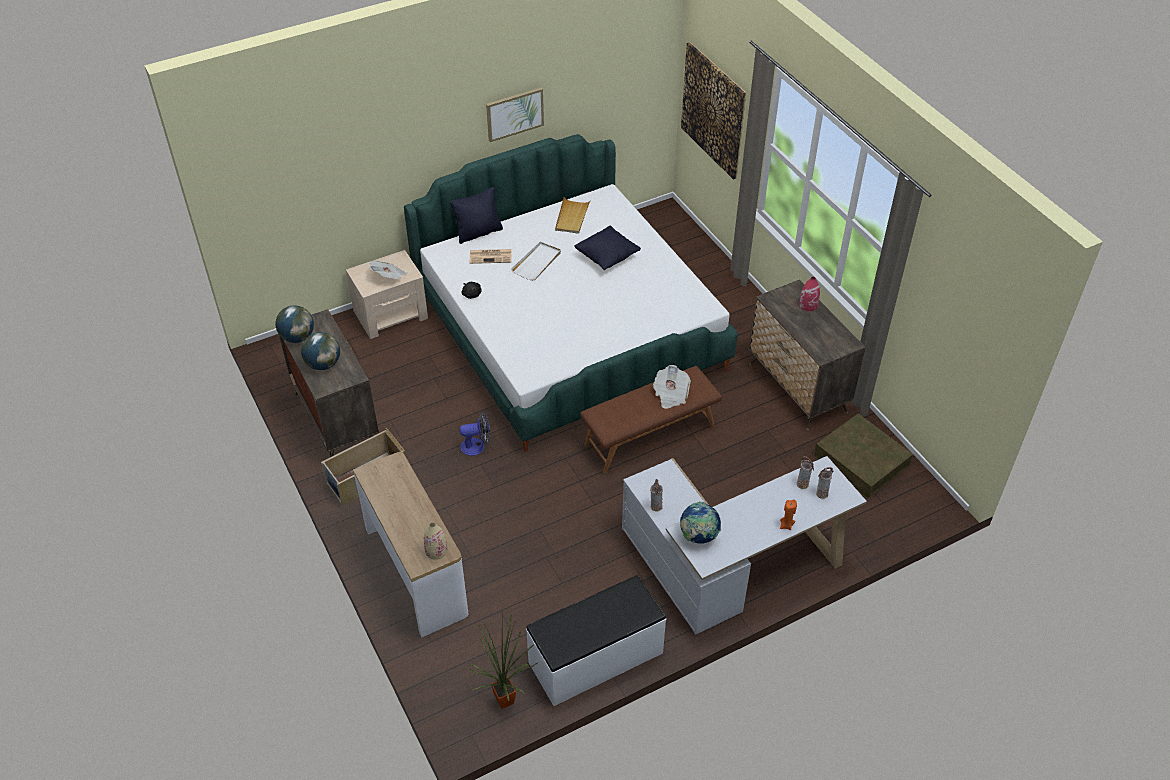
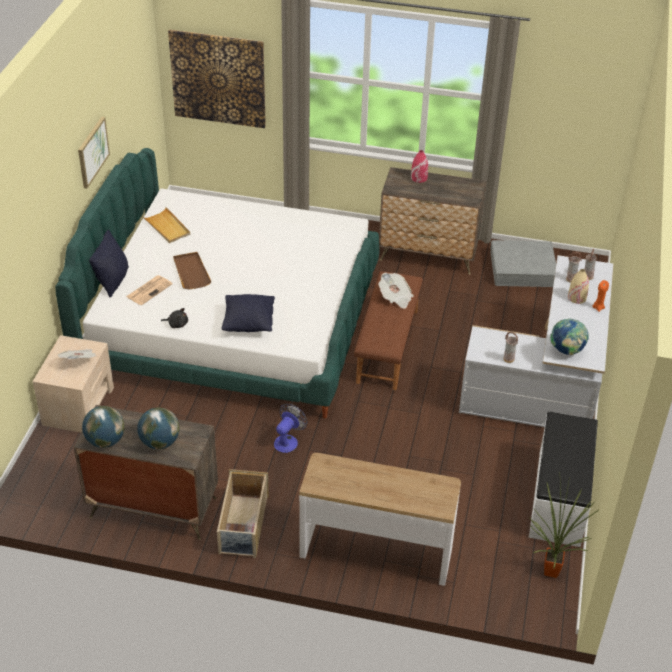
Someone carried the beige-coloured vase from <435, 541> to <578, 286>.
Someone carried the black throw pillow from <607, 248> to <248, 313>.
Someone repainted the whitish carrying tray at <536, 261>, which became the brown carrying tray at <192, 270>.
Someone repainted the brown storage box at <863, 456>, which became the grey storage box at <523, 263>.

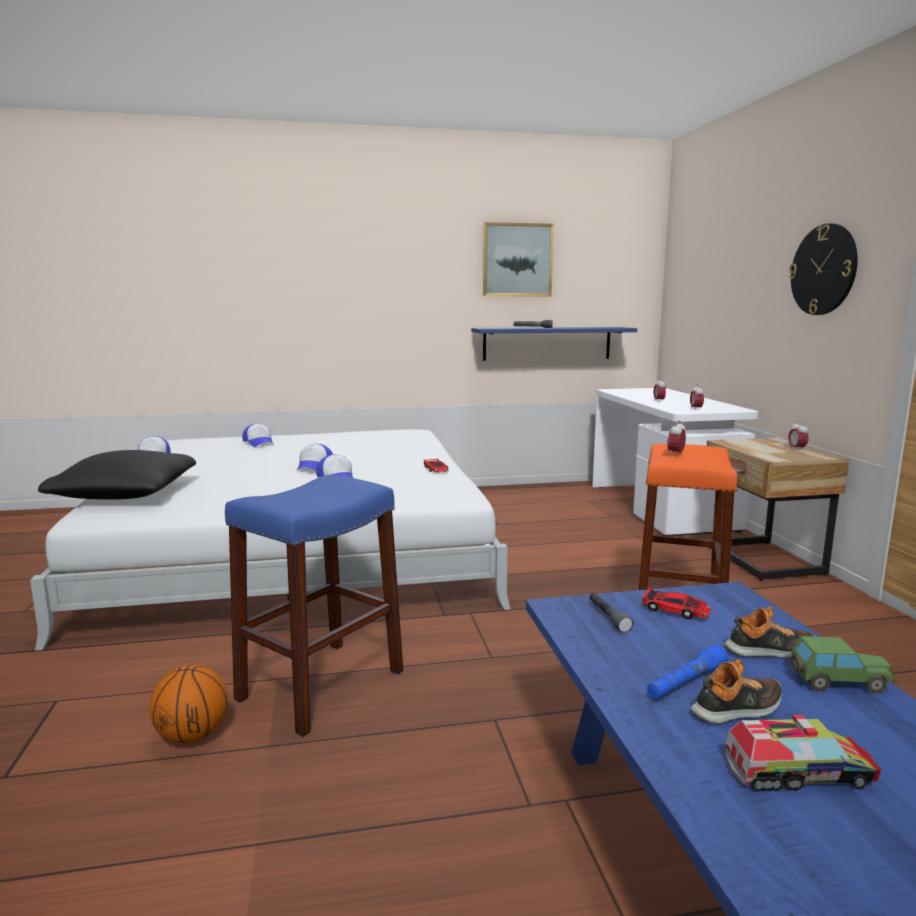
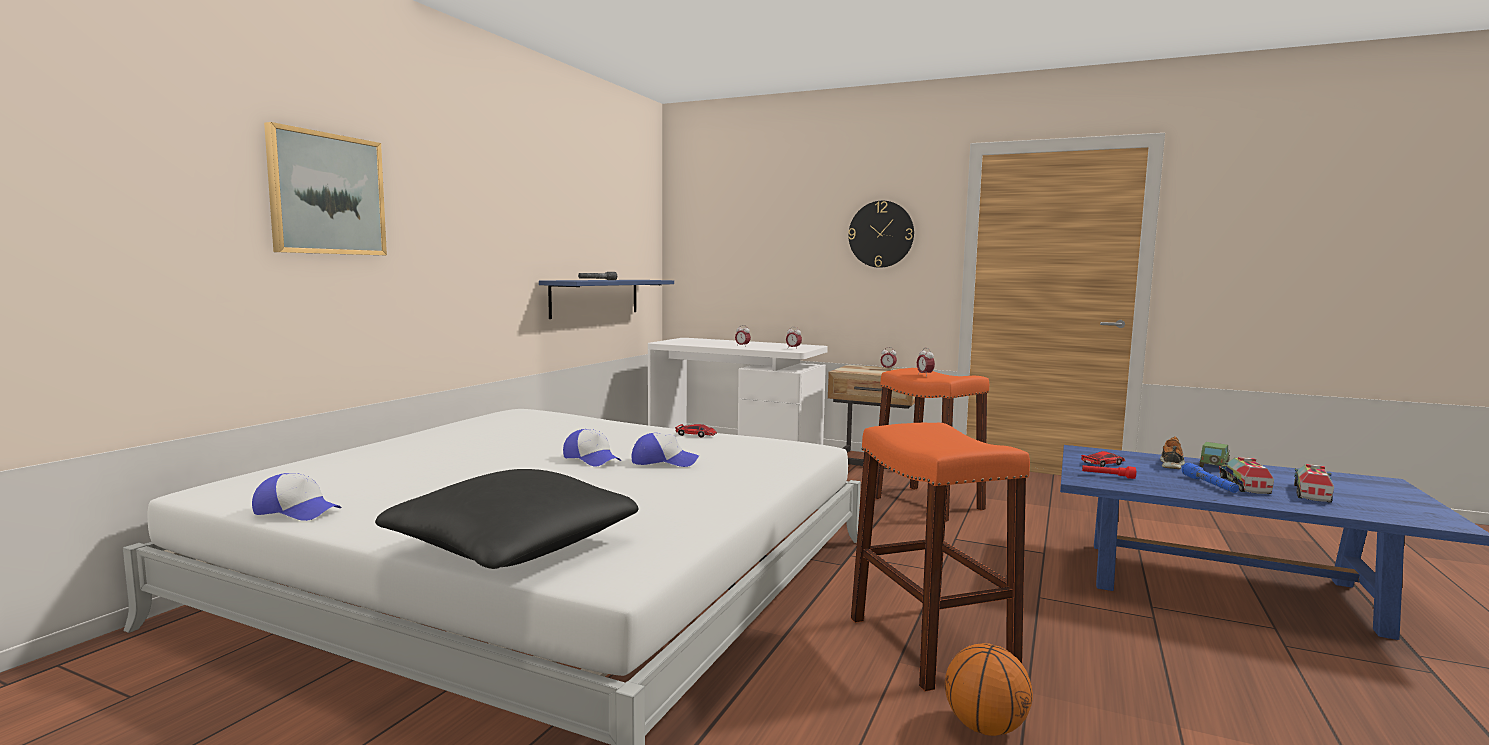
Someone took away the peaked cap at <257, 435>.
Someone carried the picture from <518, 259> to <325, 188>.
Someone swapped the low shoe at <736, 691> for the toy truck at <1246, 475>.
Someone repainted the blue stool at <314, 606>, which became the orange stool at <940, 557>.
Someone repainted the grey hand torch at <611, 613>, which became the reddish hand torch at <1109, 472>.

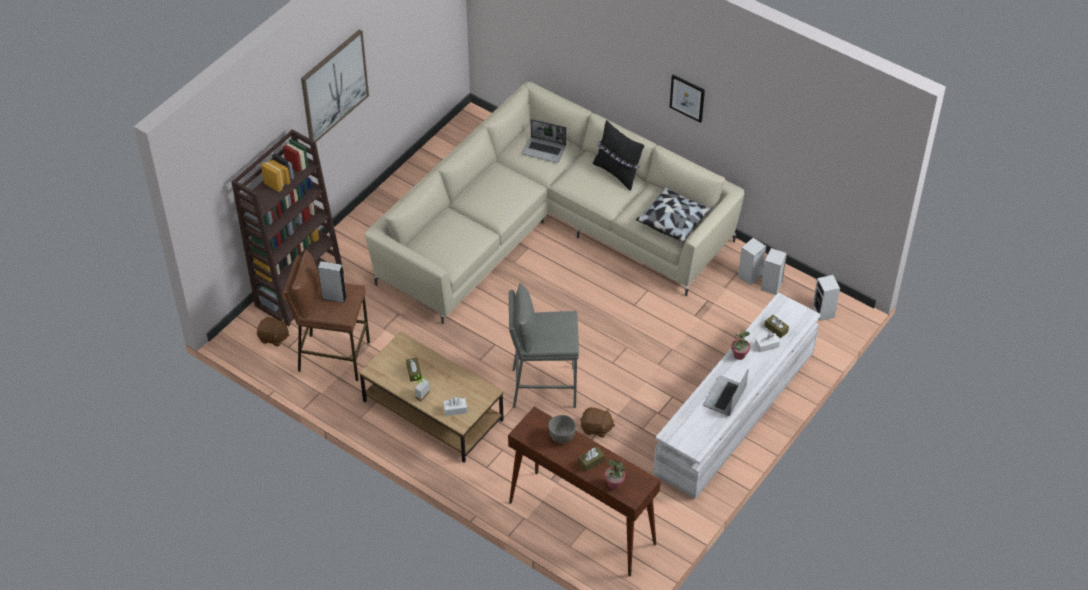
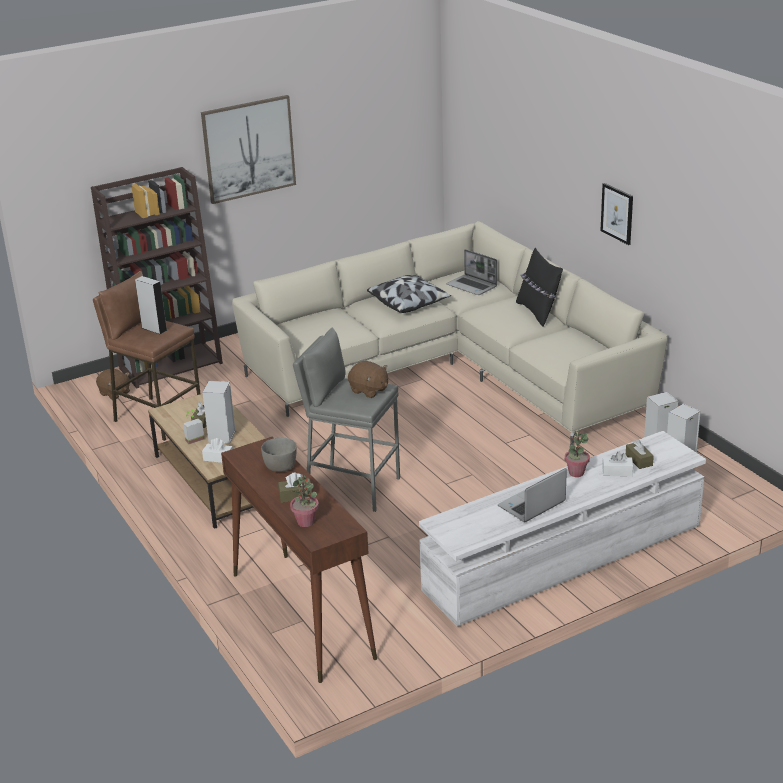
Someone carried the brown soft toy from <598, 422> to <368, 379>.
Someone carried the throw pillow from <674, 214> to <409, 294>.
Someone carried the speaker from <826, 298> to <218, 412>.

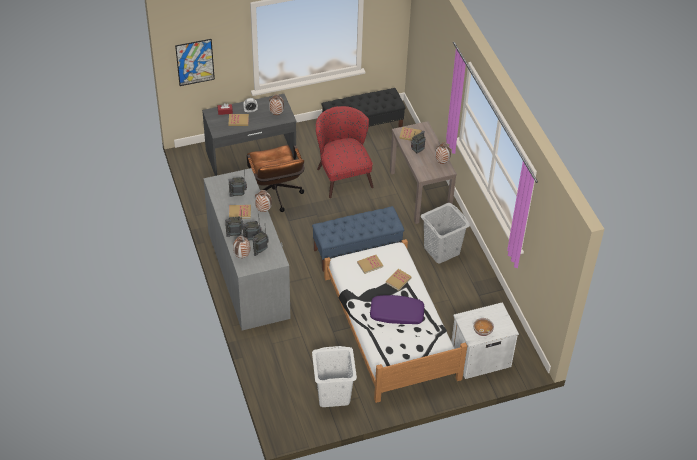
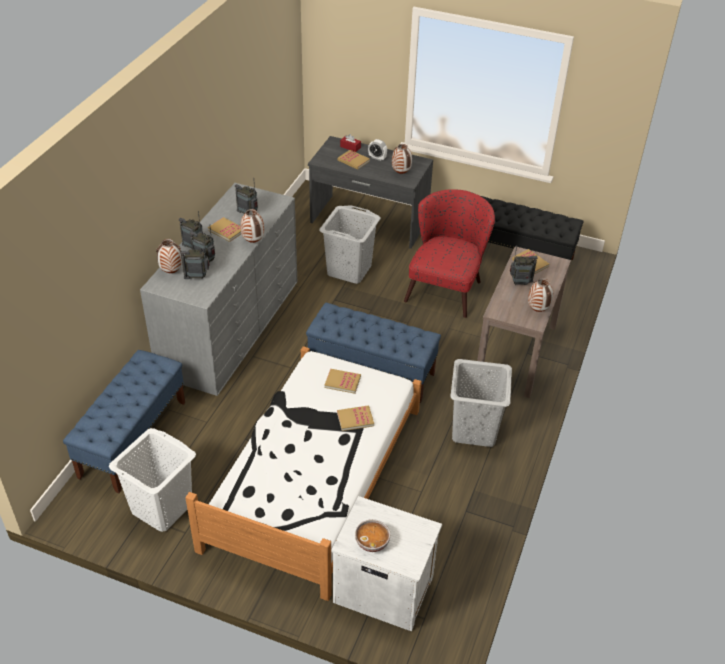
Someone took away the picture at <195, 62>.
Someone took away the purple throw pillow at <397, 309>.
Someone put down the blue indoor bench at <124, 421>.
Someone swapped the brown desk chair at <275, 178> for the grey washing basket at <350, 244>.

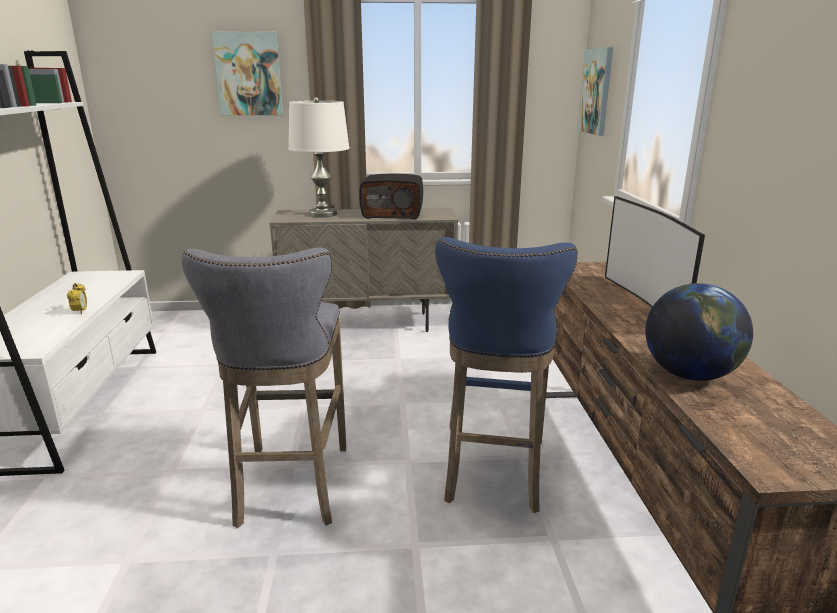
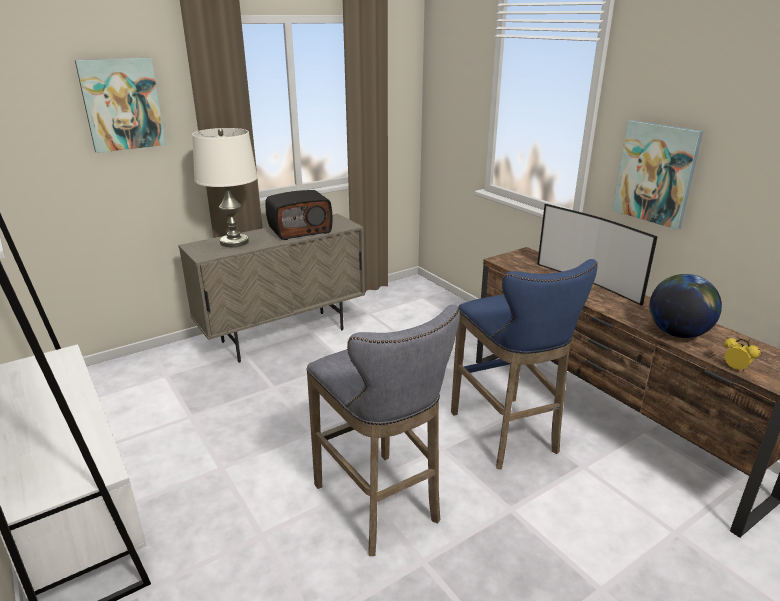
Someone carried the table clock from <77, 298> to <742, 354>.
Someone carried the picture from <595, 91> to <657, 175>.

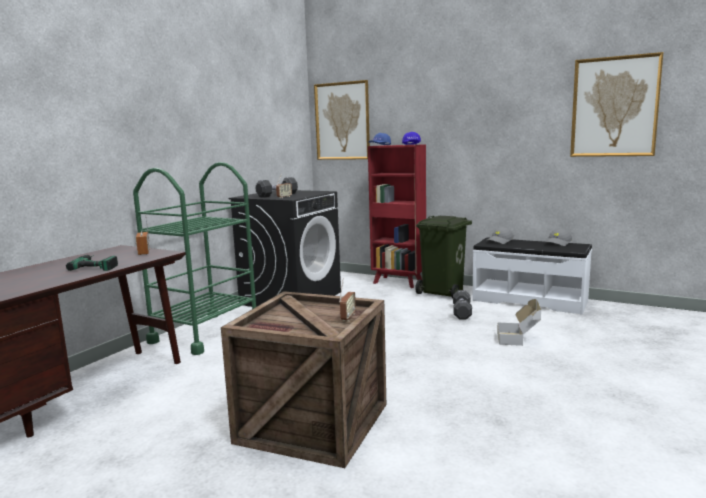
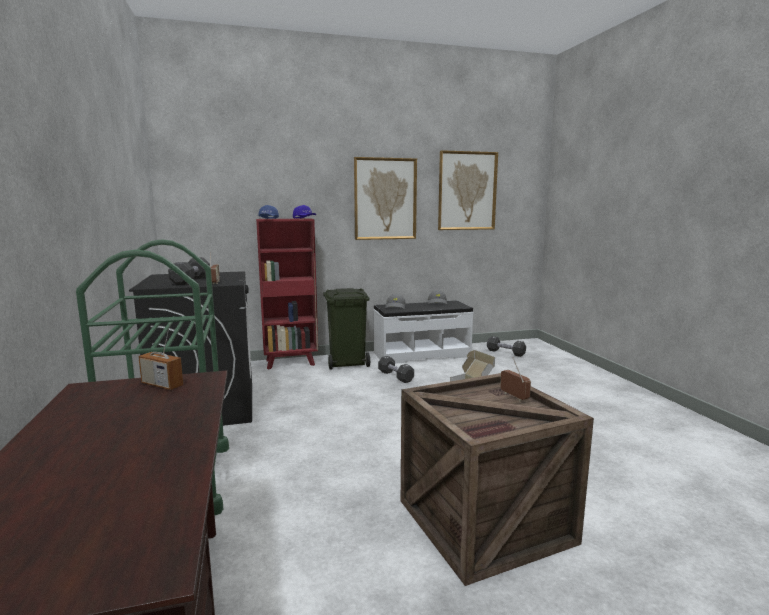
Someone took away the power drill at <92, 263>.
Someone put down the black hand weight at <506, 346>.
Someone carried the picture from <342, 120> to <385, 198>.

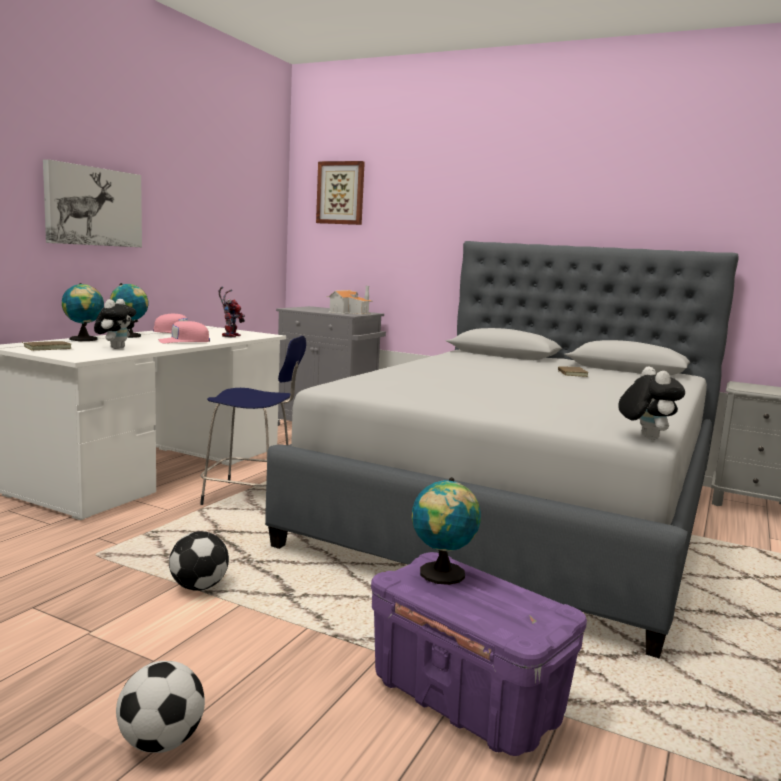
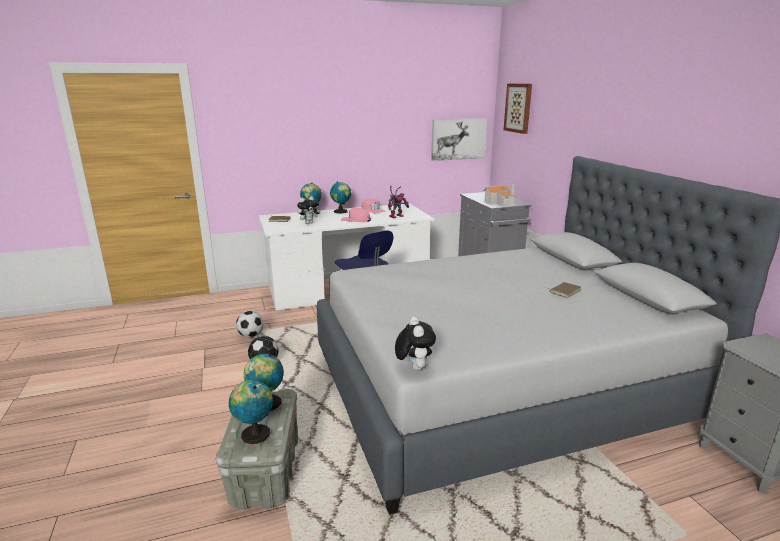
Someone put down the world globe at <251, 412>.
Someone carried the picture from <92, 203> to <459, 139>.
Someone carried the football from <160, 707> to <249, 324>.
Someone repainted the purple storage box at <479, 654>, which became the grey storage box at <257, 449>.
Someone rotated the soft toy at <651, 403> by 45 degrees counterclockwise.

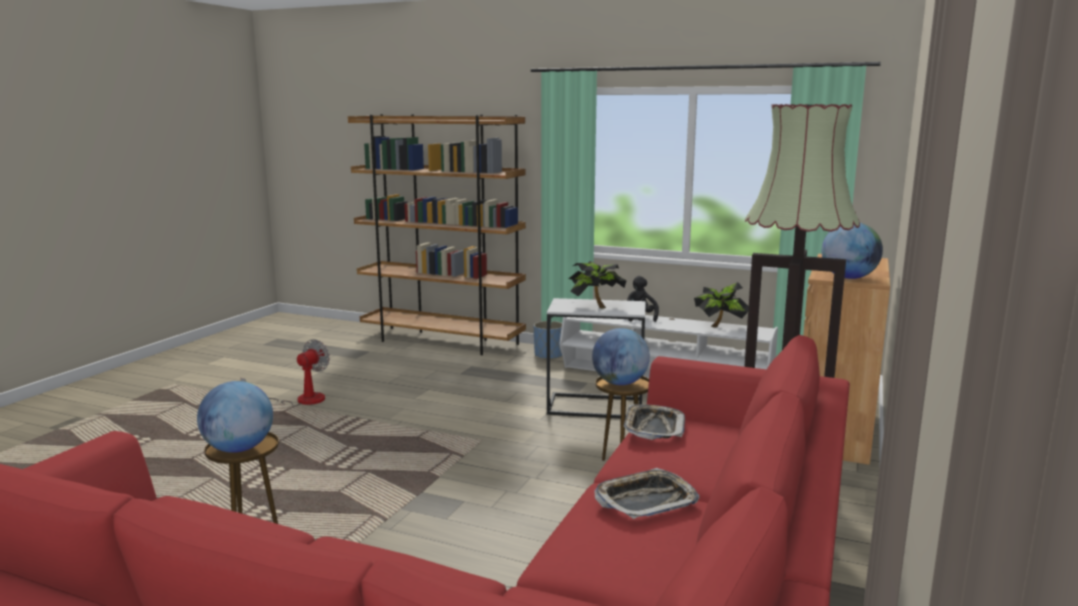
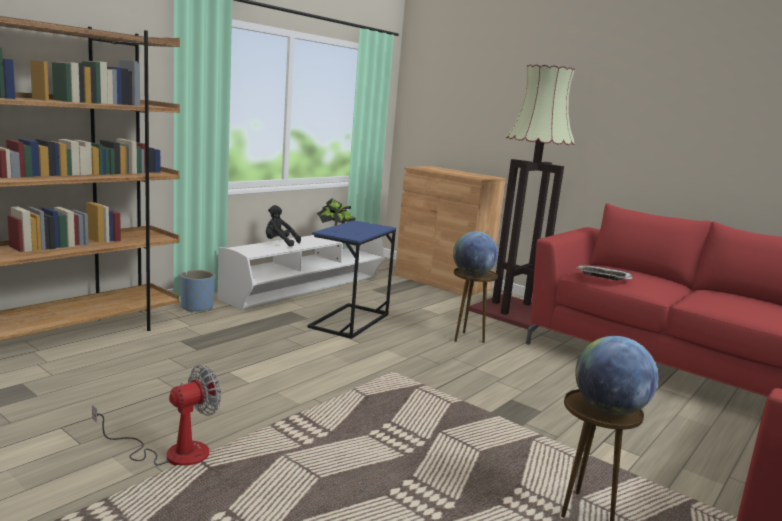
Someone took away the potted plant at <597, 284>.
Someone took away the carrying tray at <647, 493>.
Someone took away the world globe at <852, 251>.
Someone repainted the whitish end table at <596, 358>, which became the blue end table at <352, 279>.
Someone rotated the cooling fan at <285, 372> by 90 degrees clockwise.

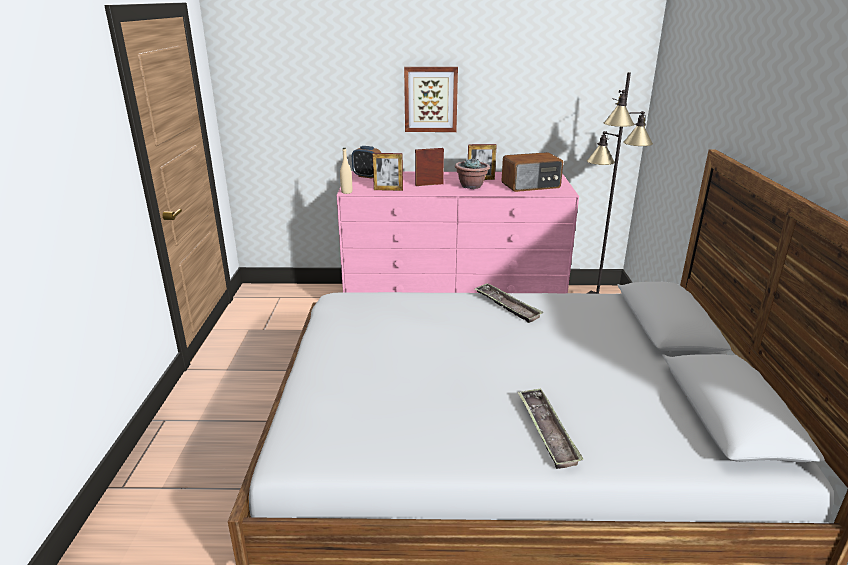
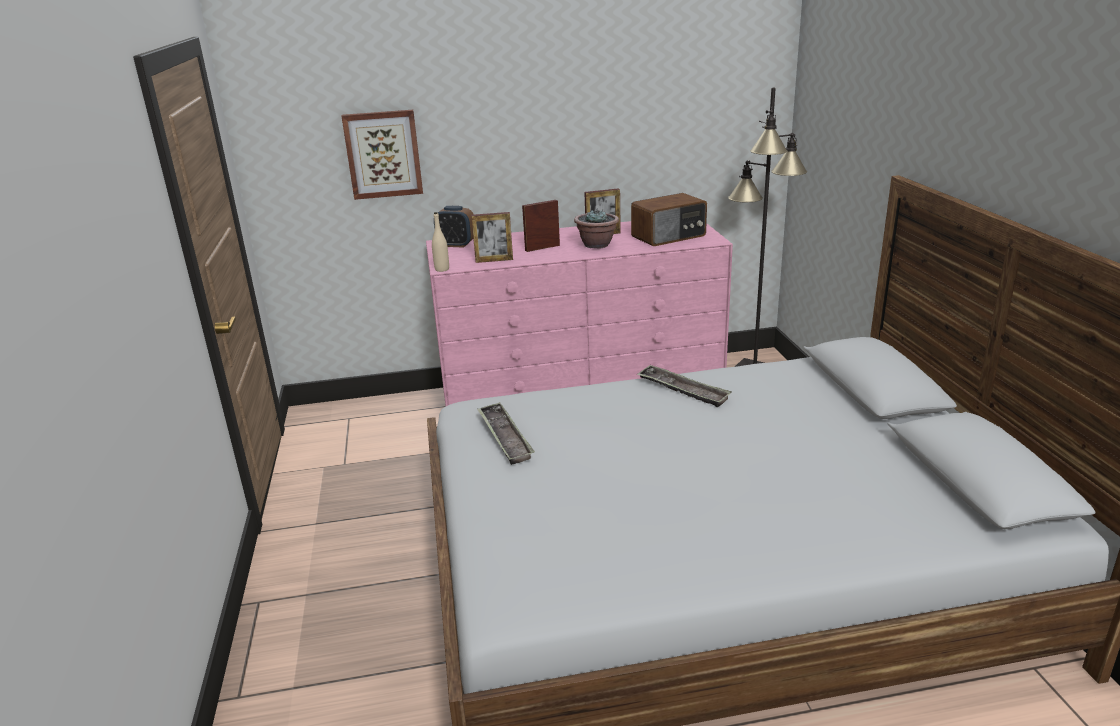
Someone carried the picture from <431, 99> to <382, 155>.
Someone carried the carrying tray from <550, 428> to <506, 433>.

